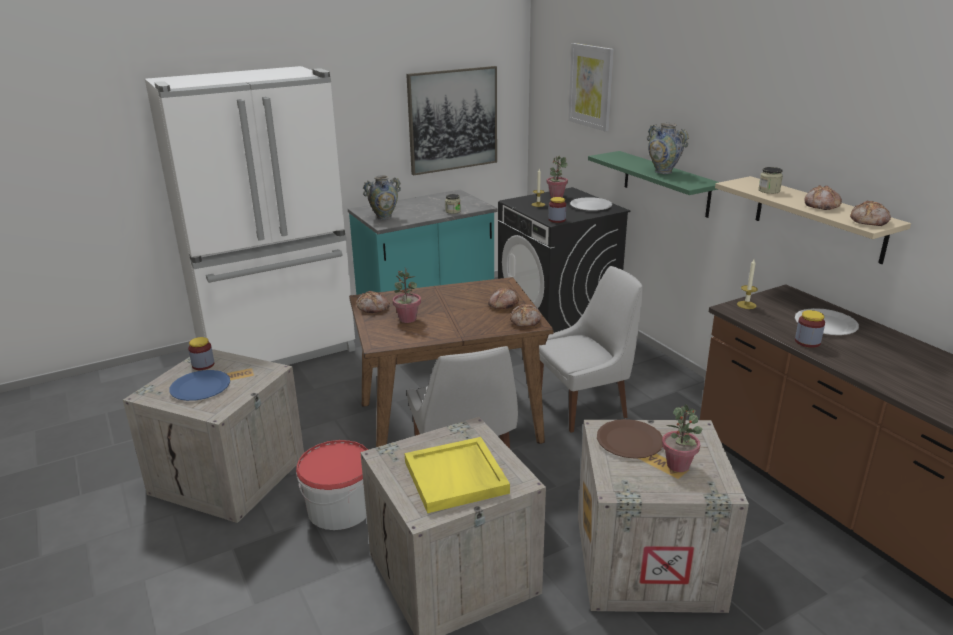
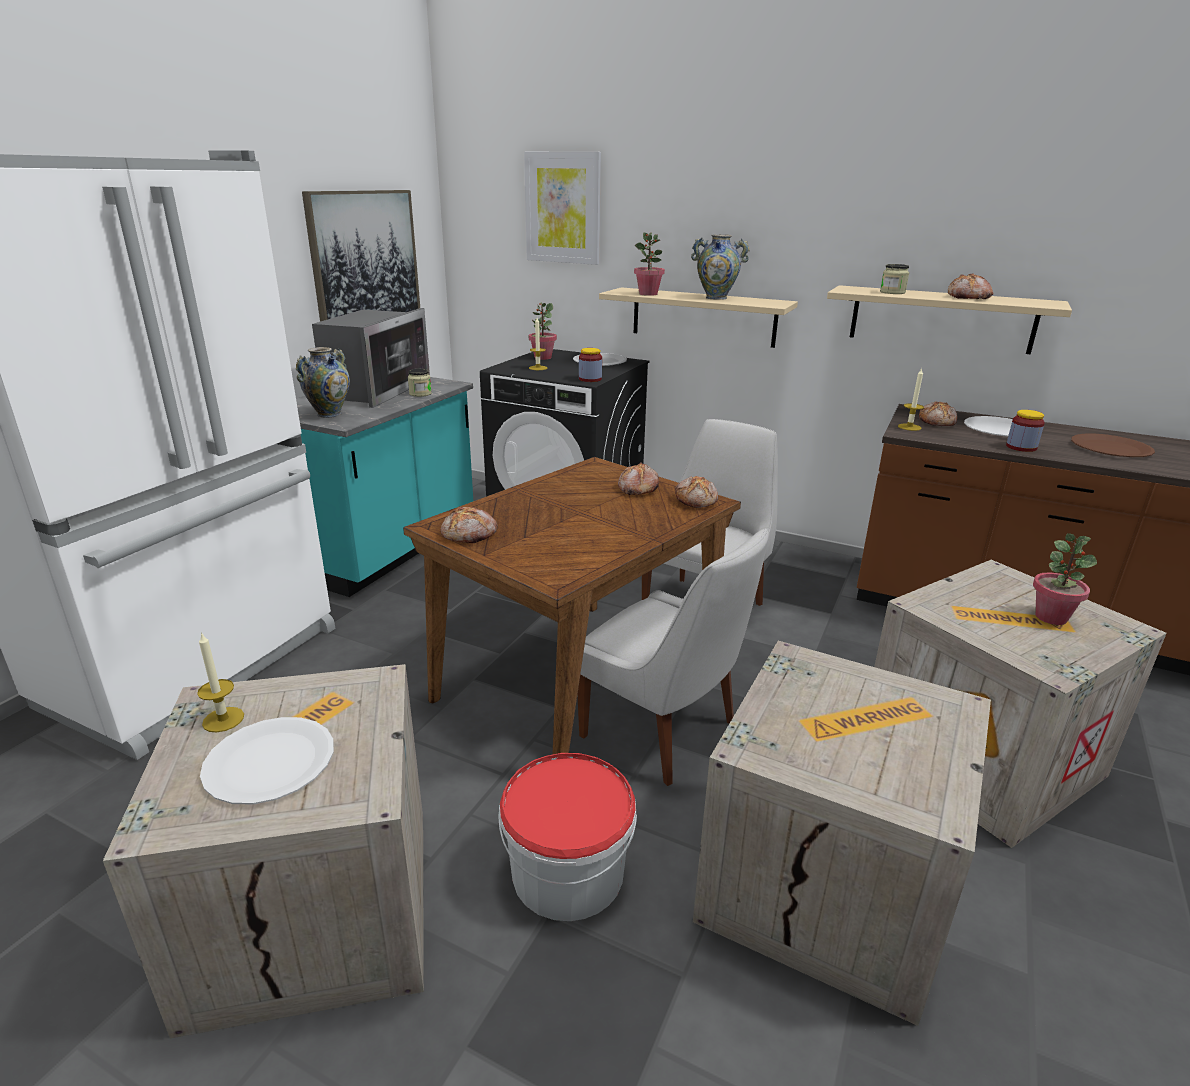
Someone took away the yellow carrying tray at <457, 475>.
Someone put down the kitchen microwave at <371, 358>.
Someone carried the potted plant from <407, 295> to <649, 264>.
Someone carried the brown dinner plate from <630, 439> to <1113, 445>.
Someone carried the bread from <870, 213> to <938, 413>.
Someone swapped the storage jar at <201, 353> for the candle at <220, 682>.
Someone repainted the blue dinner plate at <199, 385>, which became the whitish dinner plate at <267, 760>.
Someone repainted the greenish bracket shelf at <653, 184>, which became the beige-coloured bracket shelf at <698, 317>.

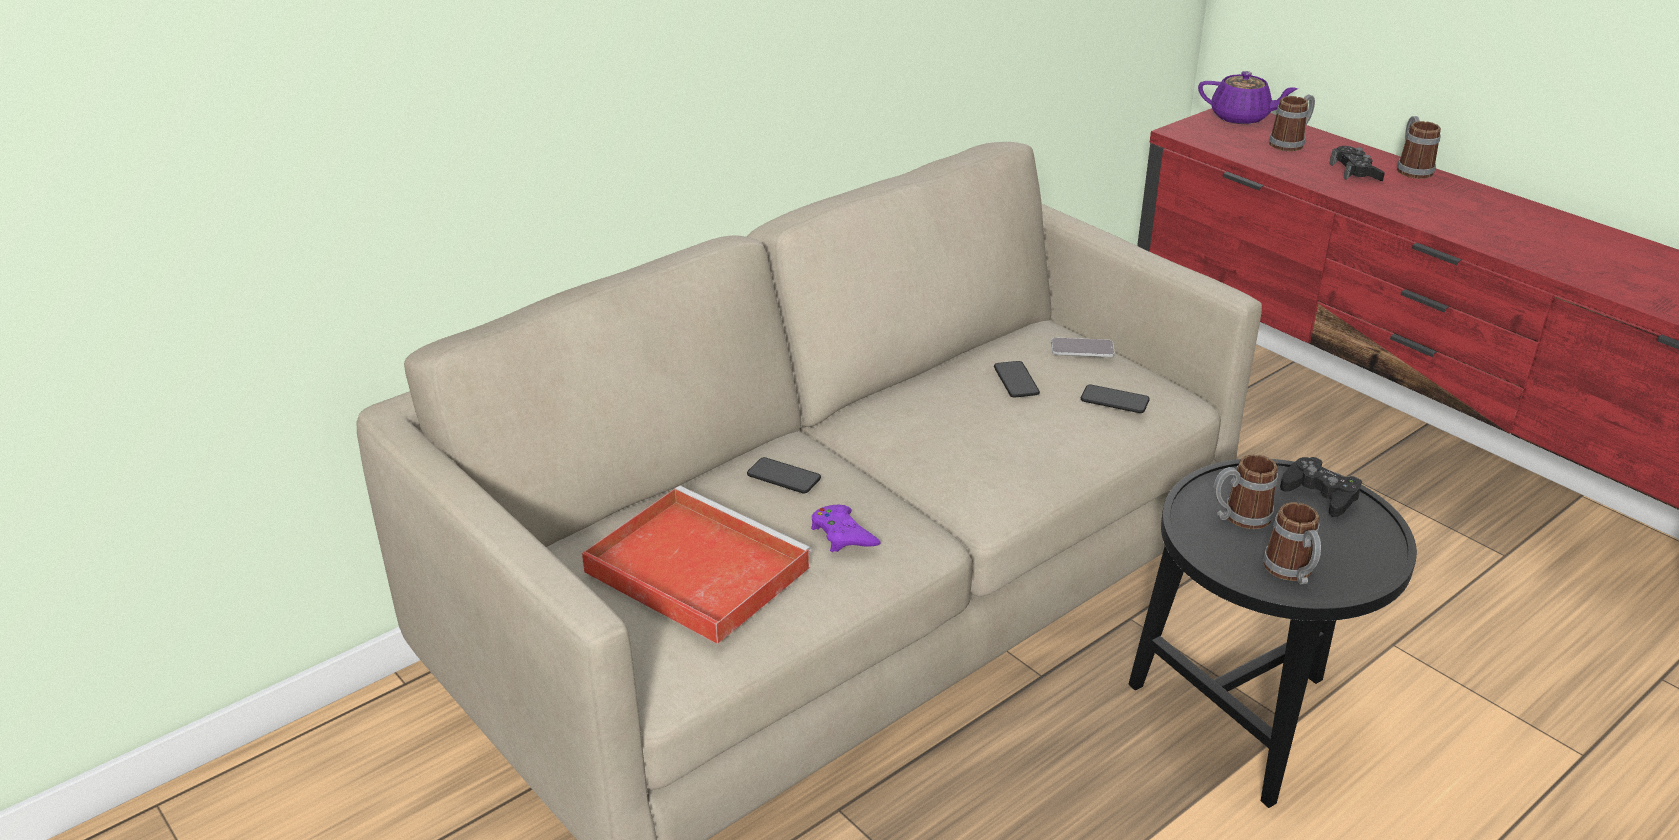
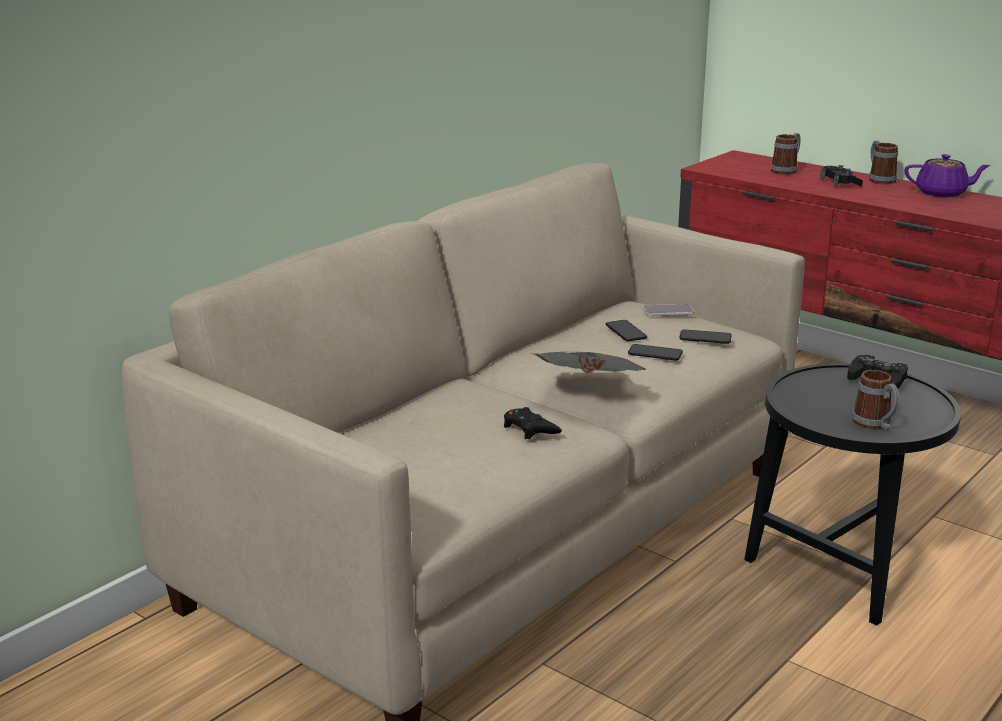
Someone took away the reddish carrying tray at <697, 565>.
Someone took away the tea mug at <1246, 491>.
Someone put down the daily paper at <588, 362>.
Someone carried the phone from <784, 475> to <655, 352>.
Someone carried the purple tea pot from <1248, 97> to <947, 175>.
Someone repainted the purple game controller at <846, 528>, which became the black game controller at <533, 423>.

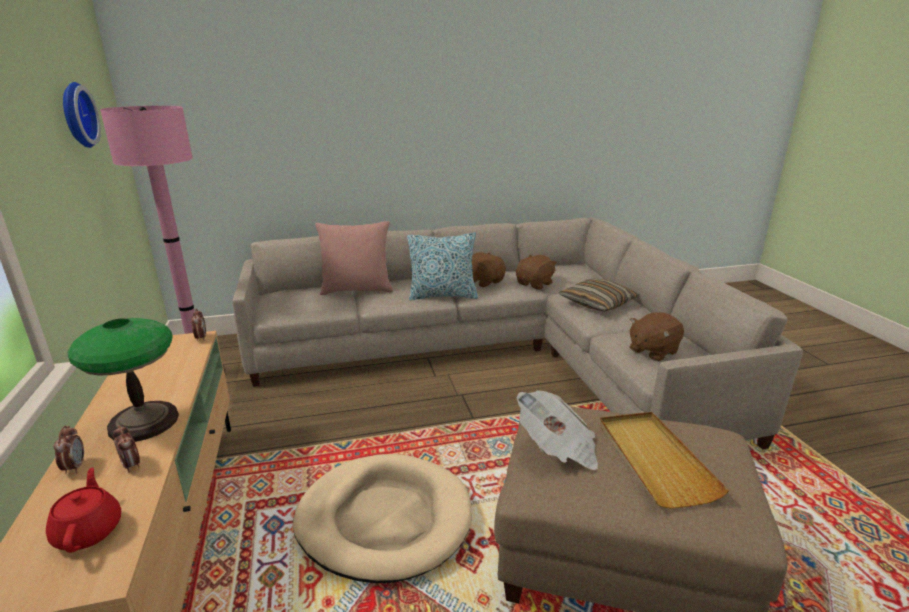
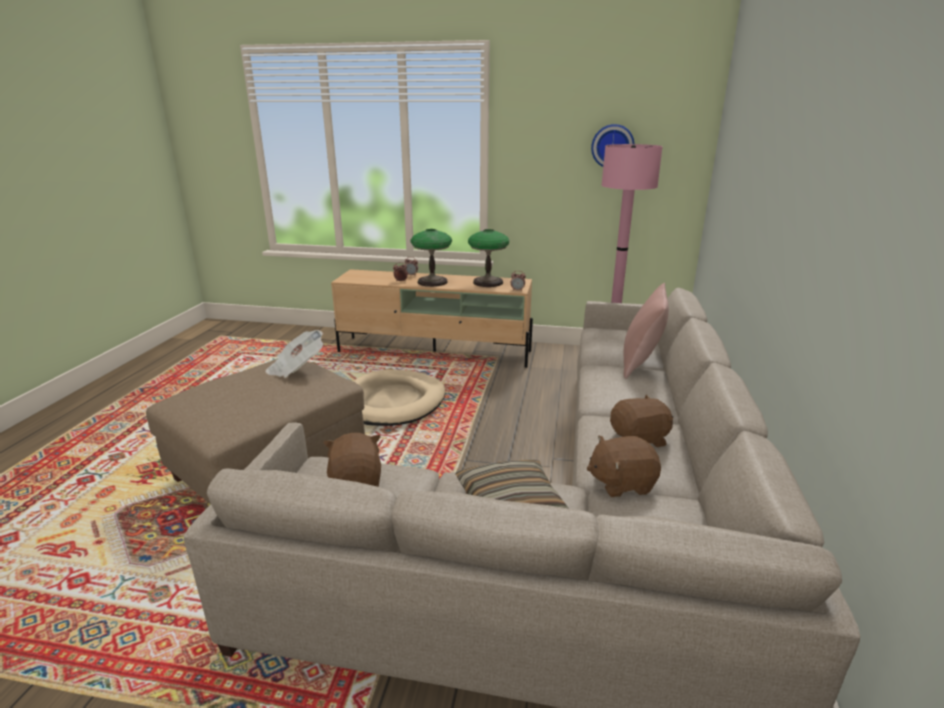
Someone took away the reddish tea pot at <83, 510>.
Someone took away the throw pillow at <442, 266>.
Someone took away the beige-coloured carrying tray at <664, 460>.
Someone put down the lamp for a table at <488, 258>.
Someone rotated the brown soft toy at <536, 272> by 105 degrees clockwise.

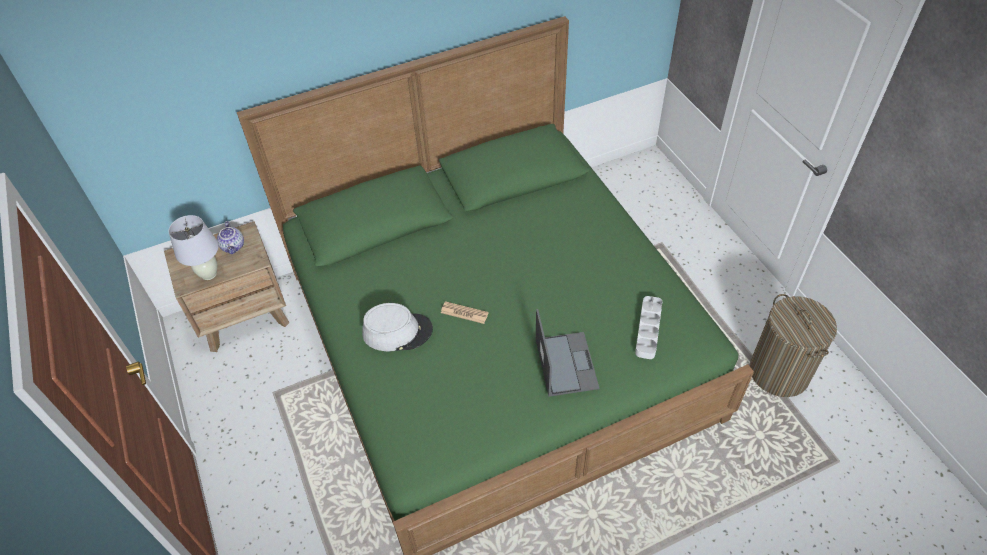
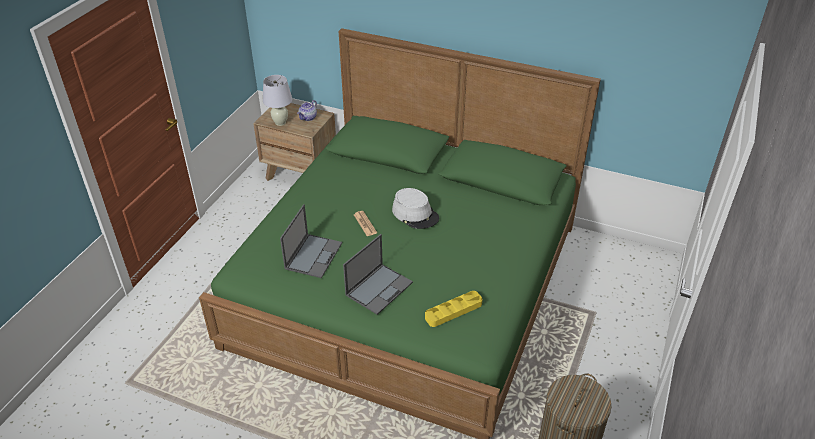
Someone put down the laptop at <311, 241>.
Someone carried the grey clothing hat from <397, 327> to <415, 208>.
Someone repainted the grey carrying tray at <648, 327>, which became the yellow carrying tray at <453, 309>.

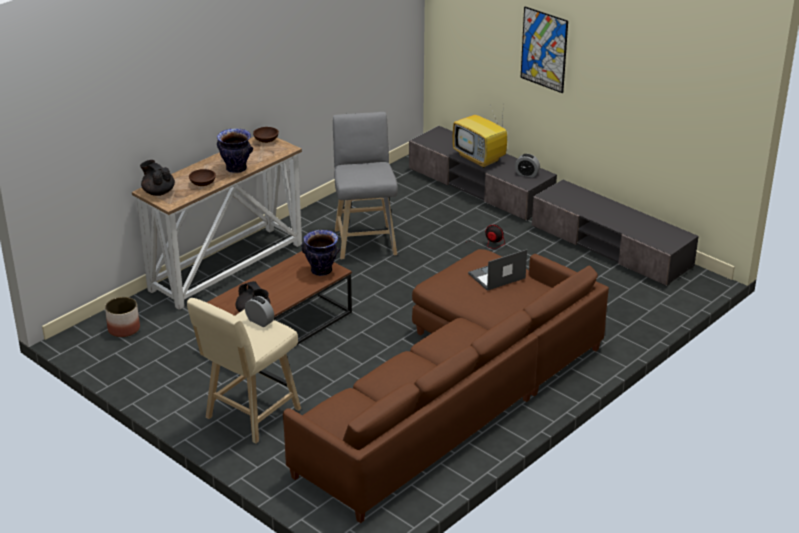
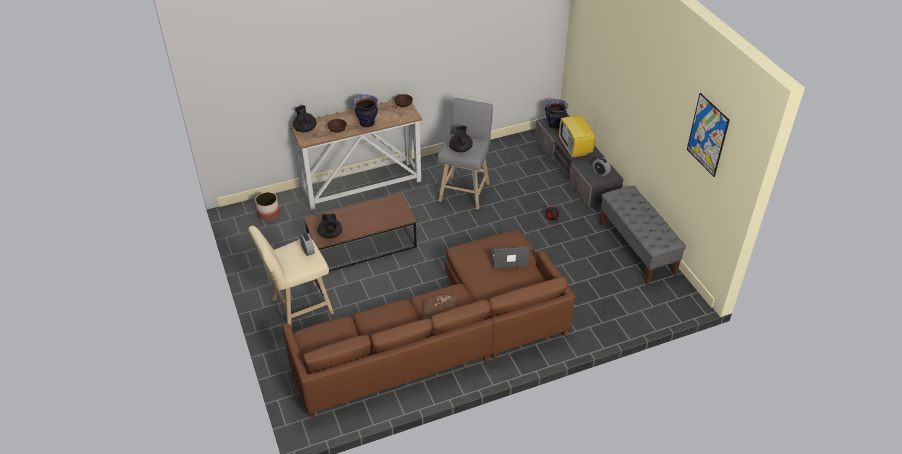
Someone put down the brown book at <440, 305>.
Someone put down the black tea pot at <461, 139>.
Someone carried the vase from <320, 253> to <556, 114>.
Someone carried the picture from <544, 49> to <708, 135>.
Someone swapped the grey tv unit at <615, 233> for the grey indoor bench at <642, 235>.

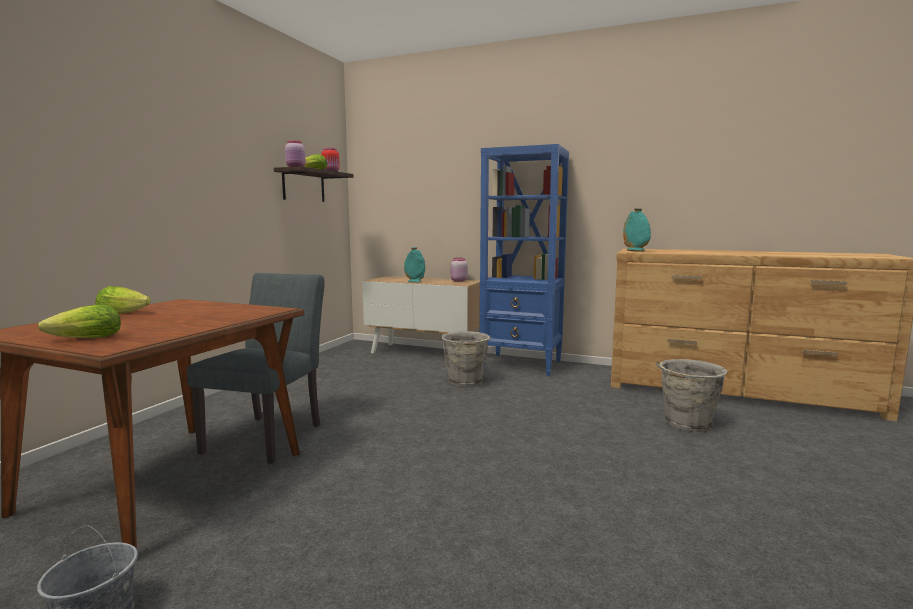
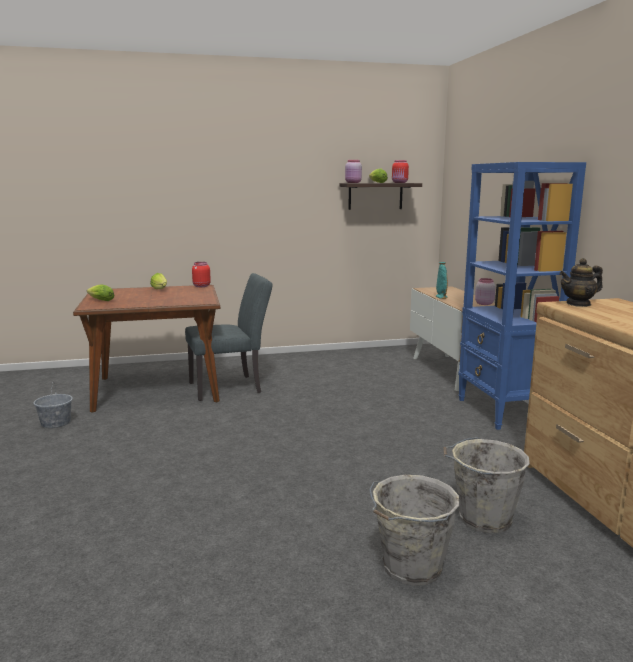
Someone put down the reddish storage jar at <201, 274>.
Someone carried the grey water bucket from <466, 359> to <414, 530>.
Someone swapped the turquoise-coloured vase at <637, 229> for the tea pot at <581, 282>.

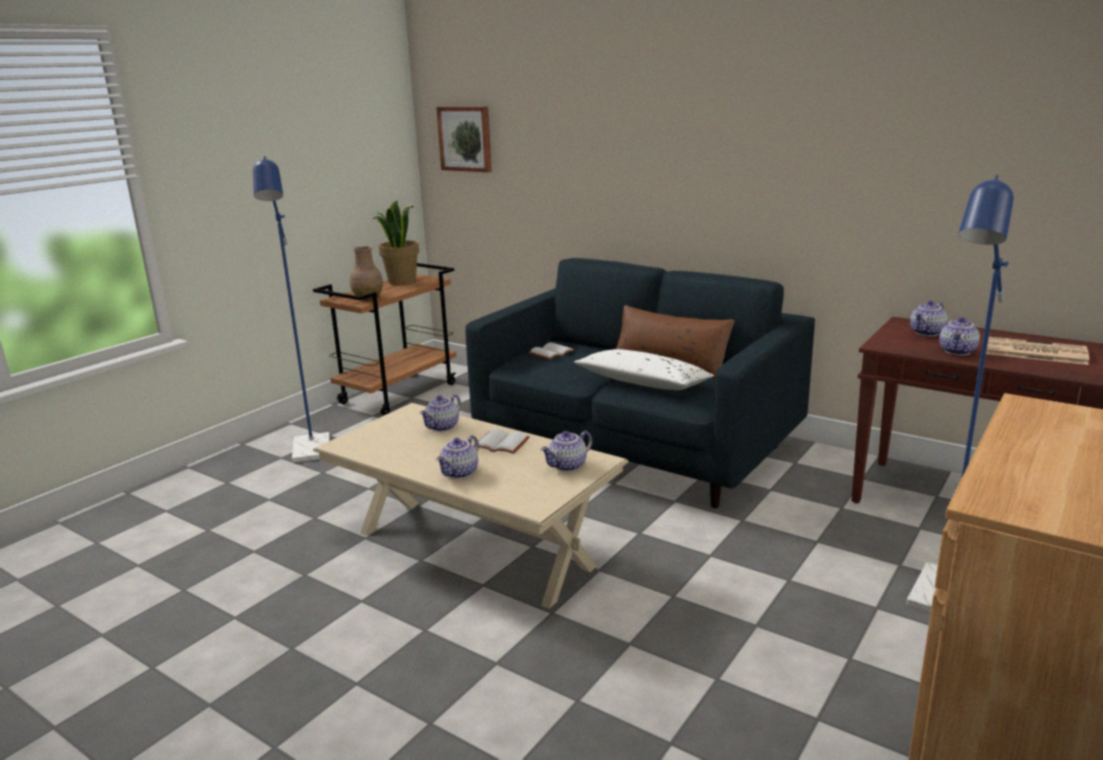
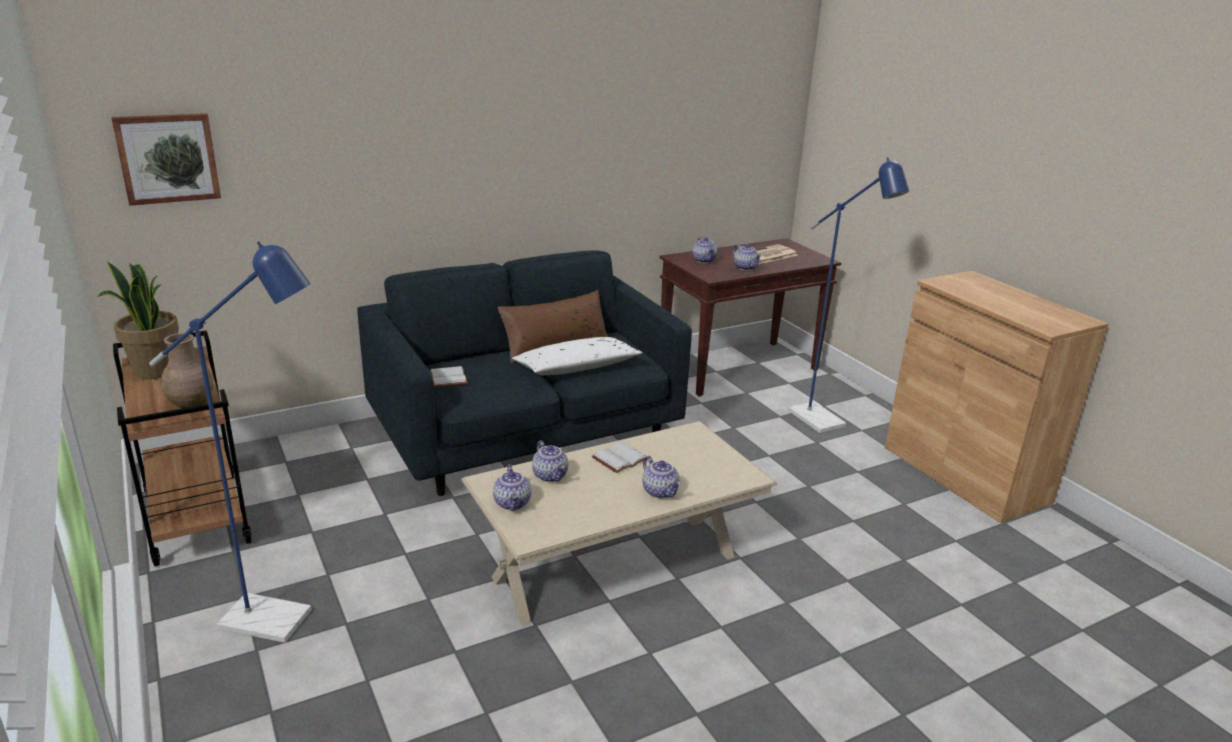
Someone carried the tea pot from <566, 451> to <512, 488>.

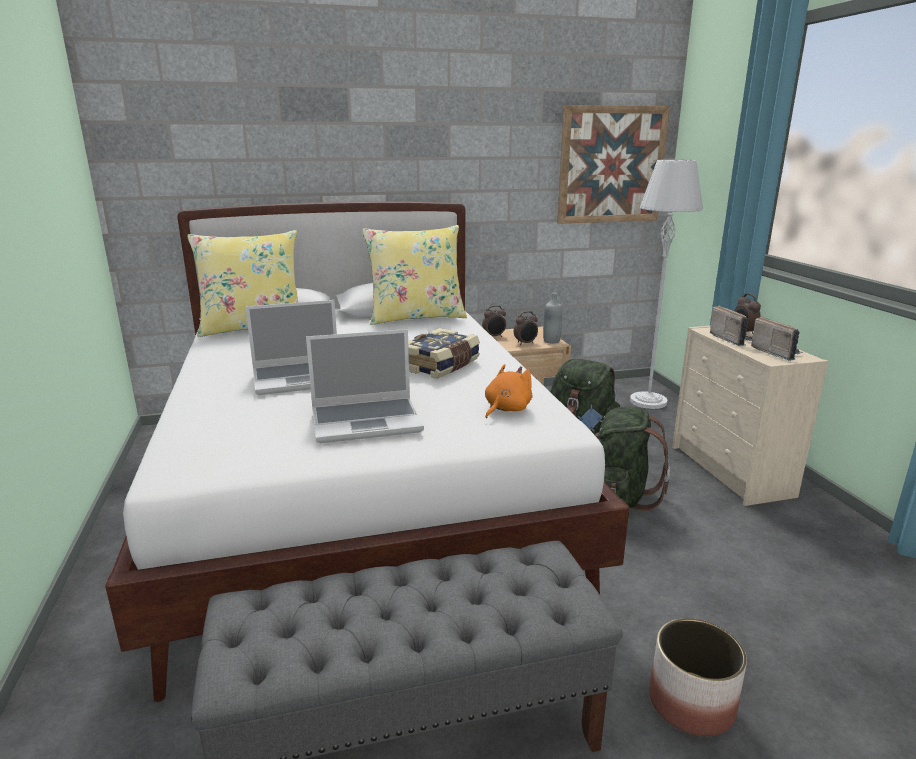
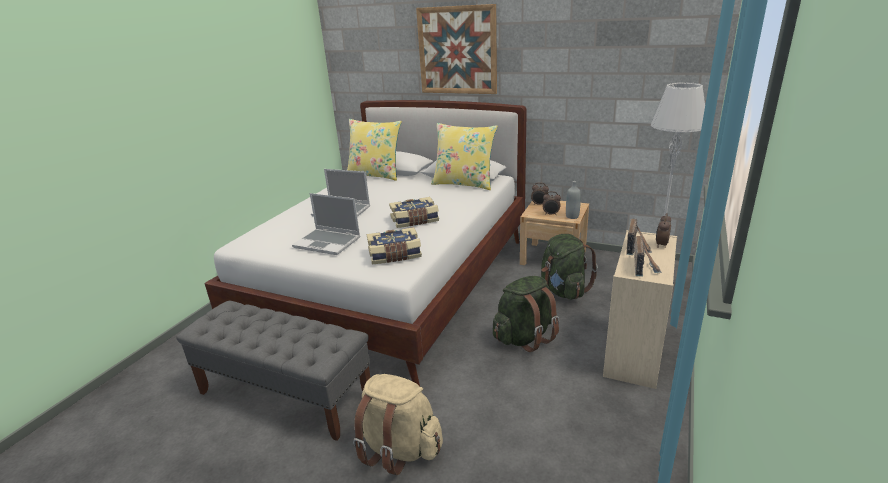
Someone carried the picture from <613, 164> to <456, 49>.
Someone swapped the orange soft toy at <509, 391> for the book at <394, 245>.
Someone swapped the flower pot at <698, 677> for the beige-coloured knapsack at <398, 424>.

